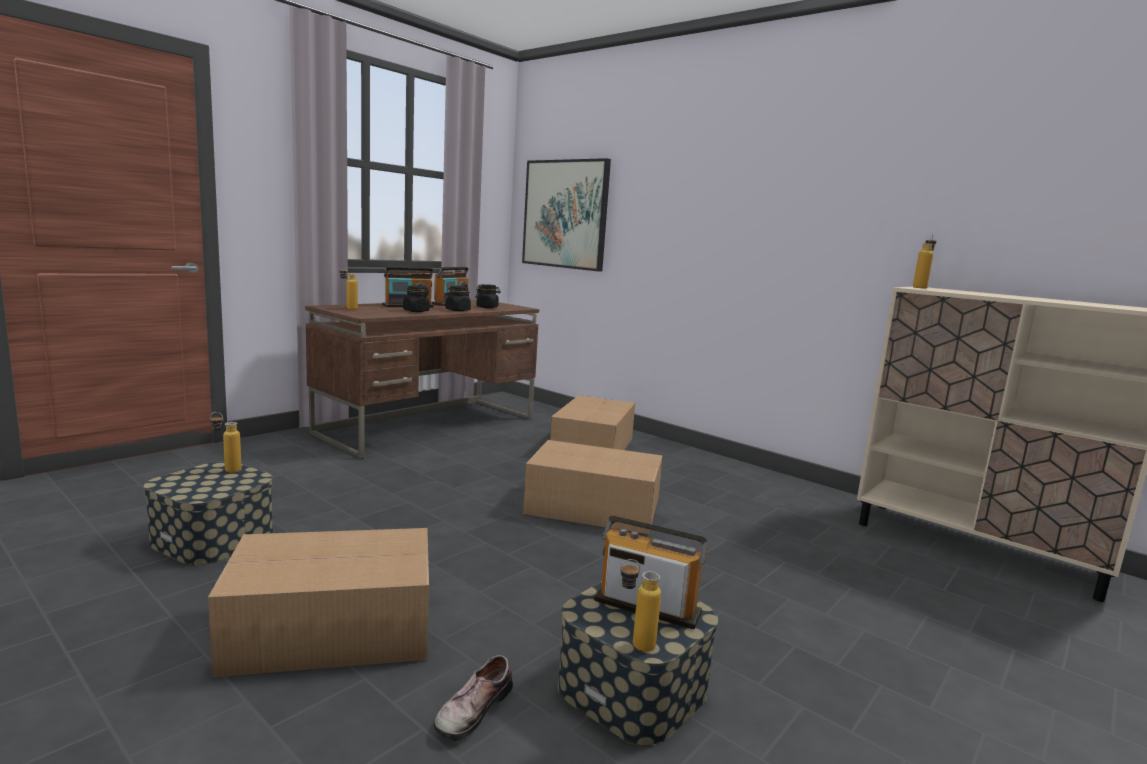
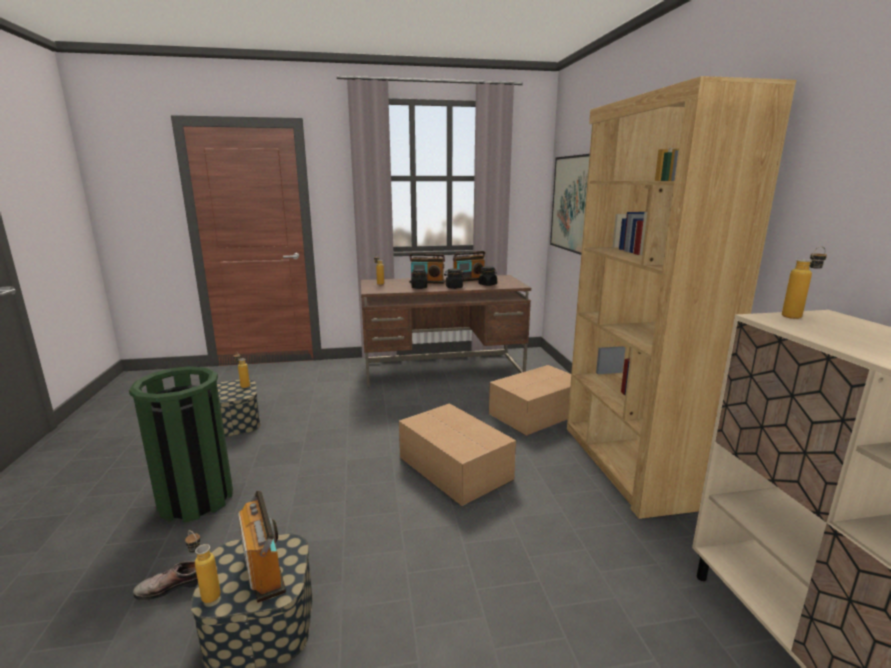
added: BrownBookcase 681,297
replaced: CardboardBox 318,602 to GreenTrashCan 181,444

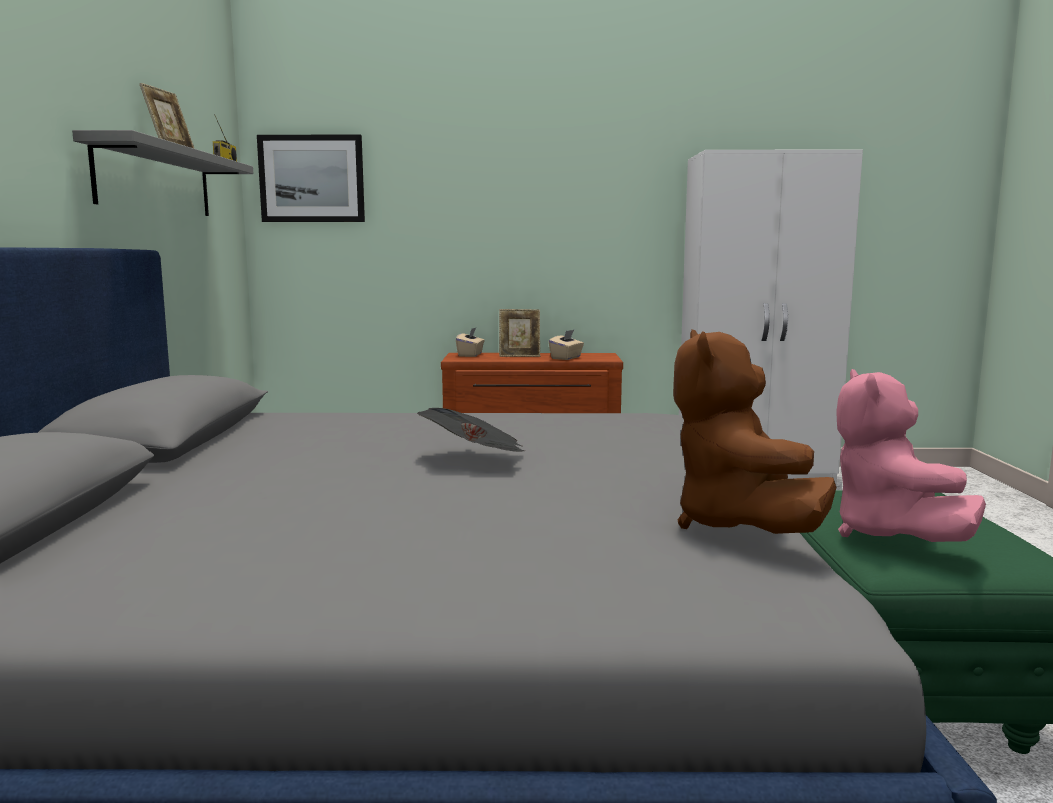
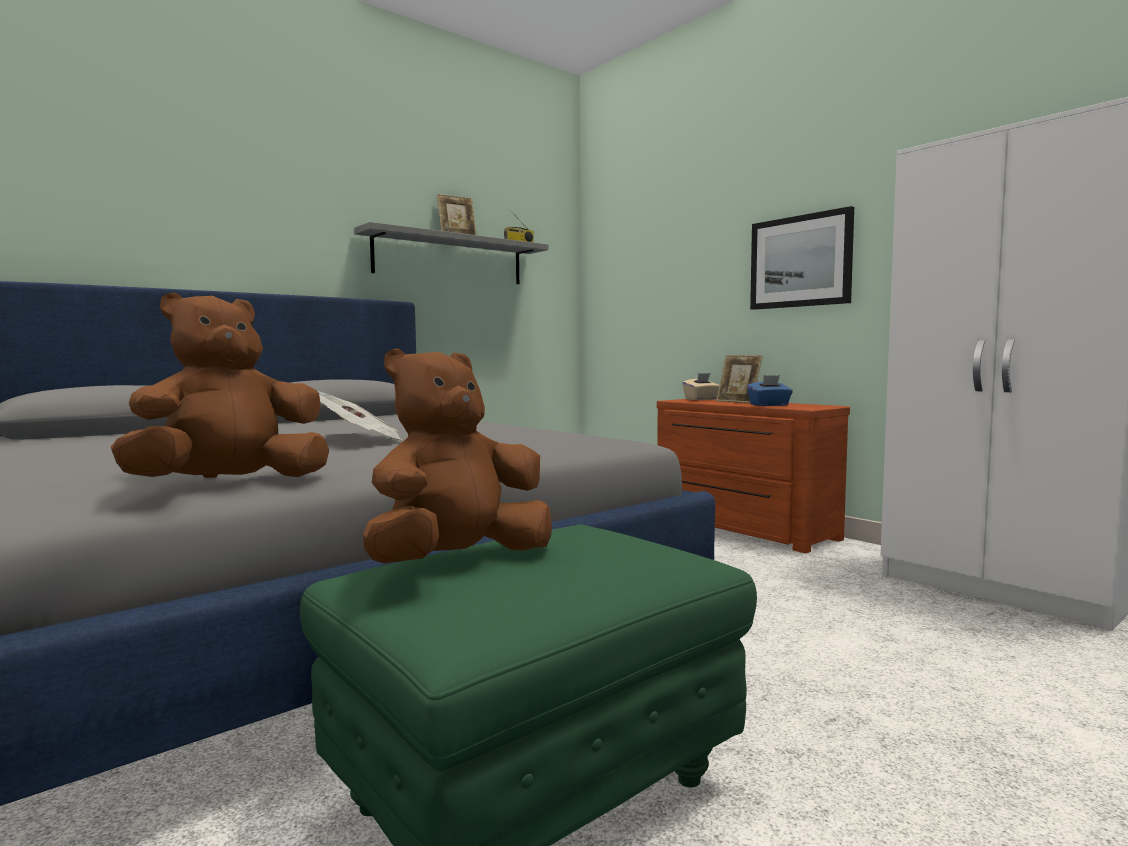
moved: Picture 311,178 to 802,258
recoloured: BeigeTissueBox 566,345 to BlueTissueBox 770,390; PinkPlushToy 911,455 to BrownPlushToy 457,455

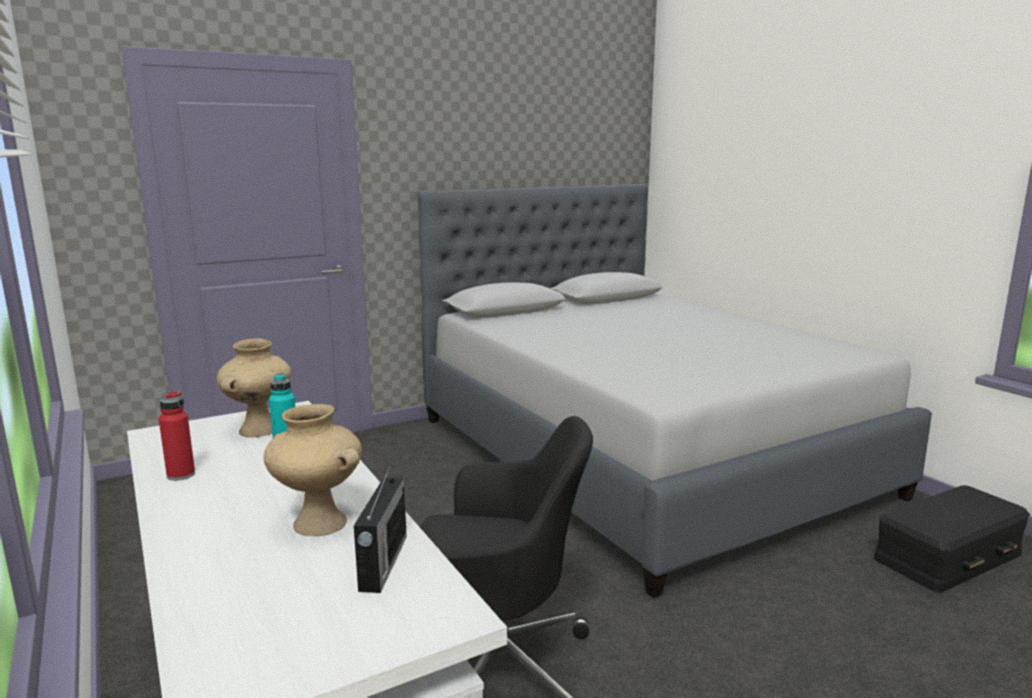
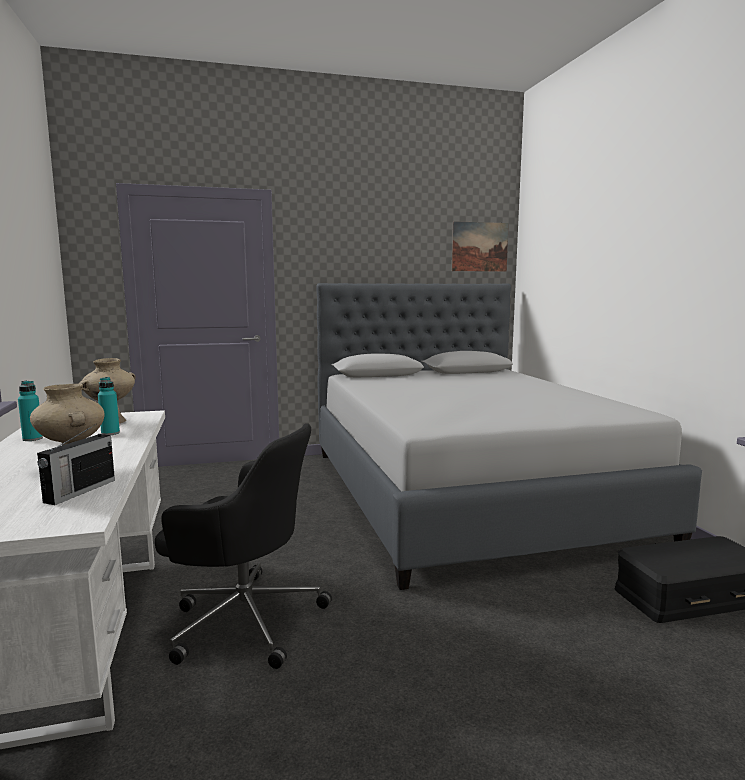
added: Picture 480,246
recoloured: RedBottle 177,436 to TurquoiseBottle 30,410

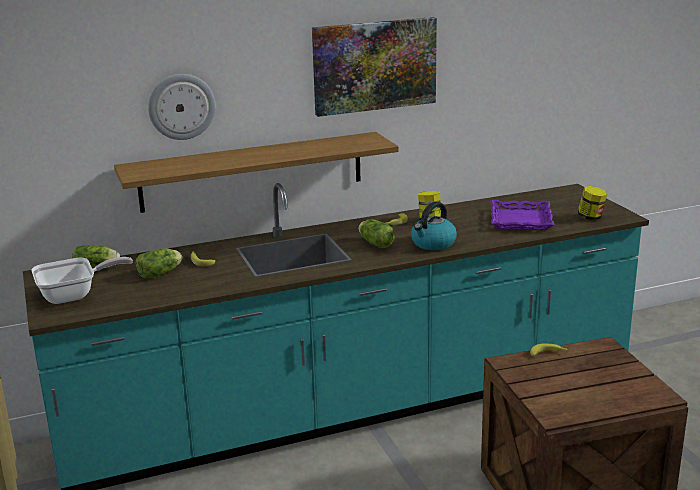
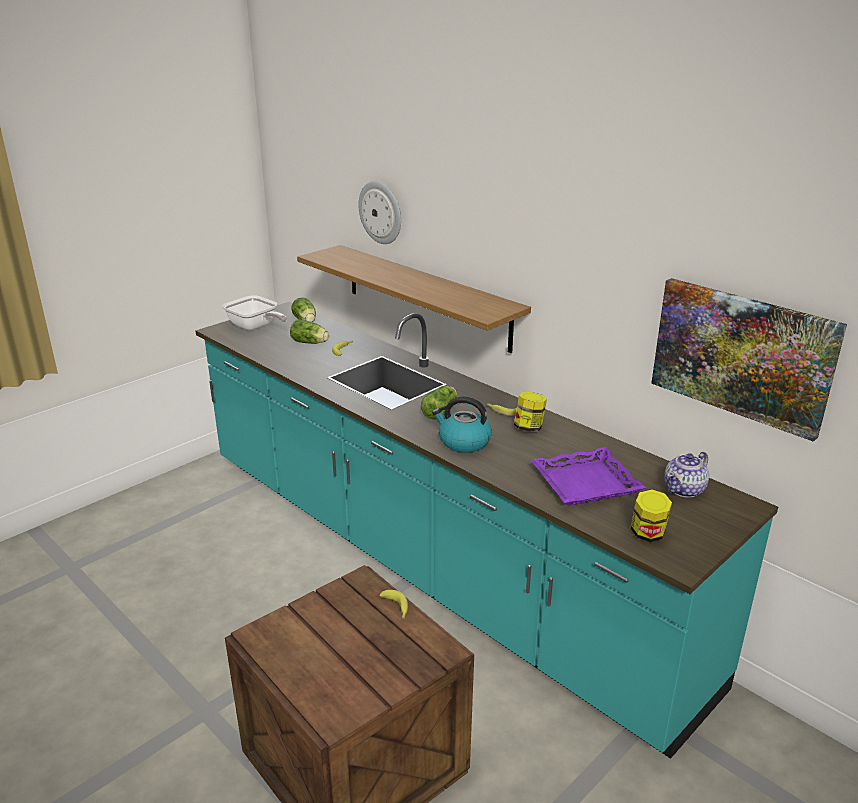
added: Teapot 686,475
moved: Picture 374,67 to 749,360

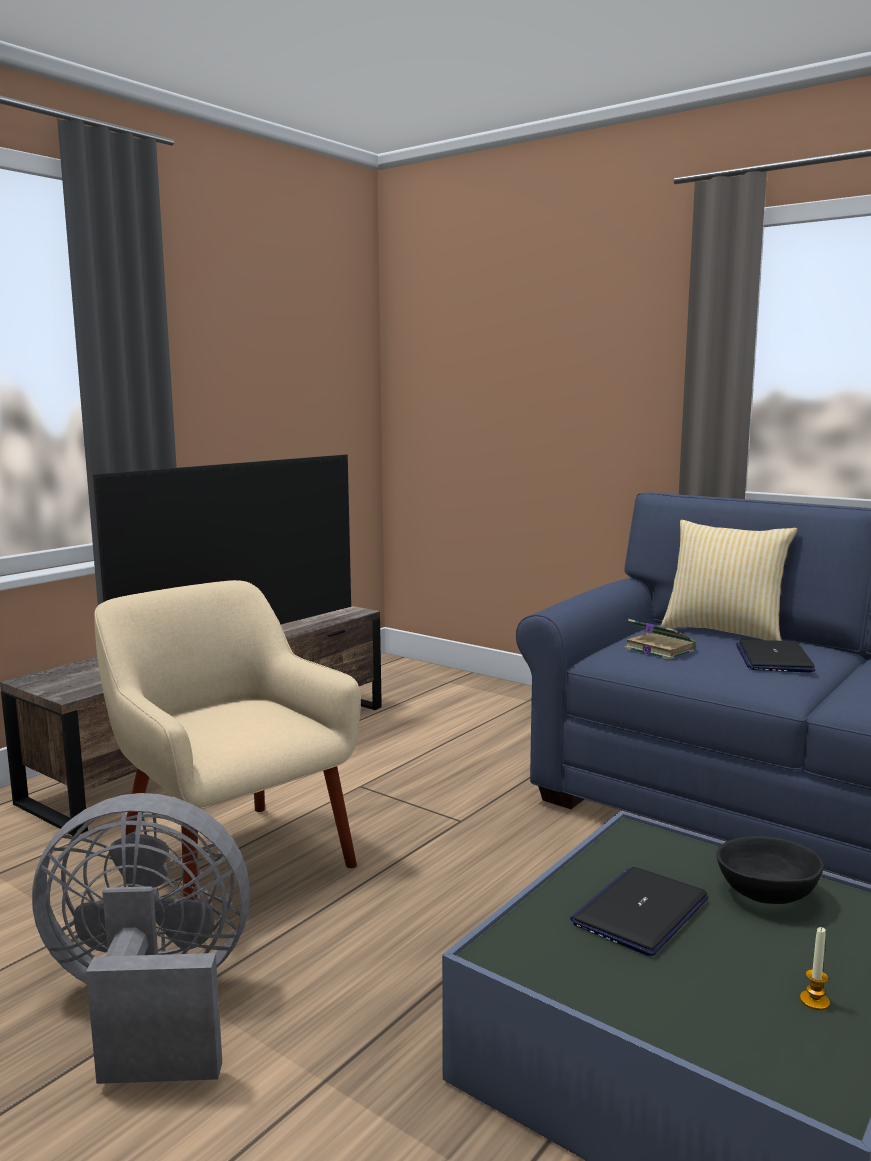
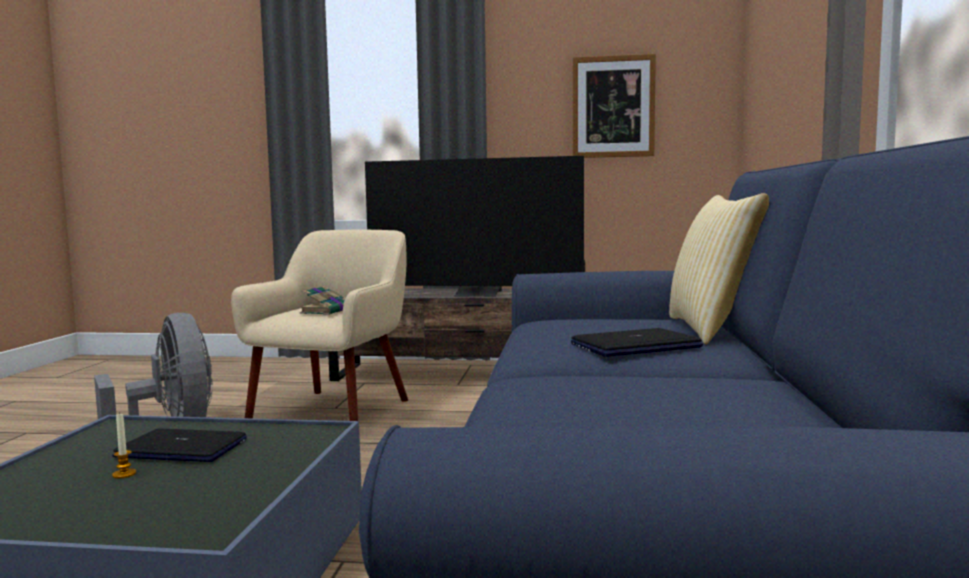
removed: BlackBowl 770,870
added: Picture 614,106
moved: Book 660,639 to 322,300; Candle 815,968 to 124,445

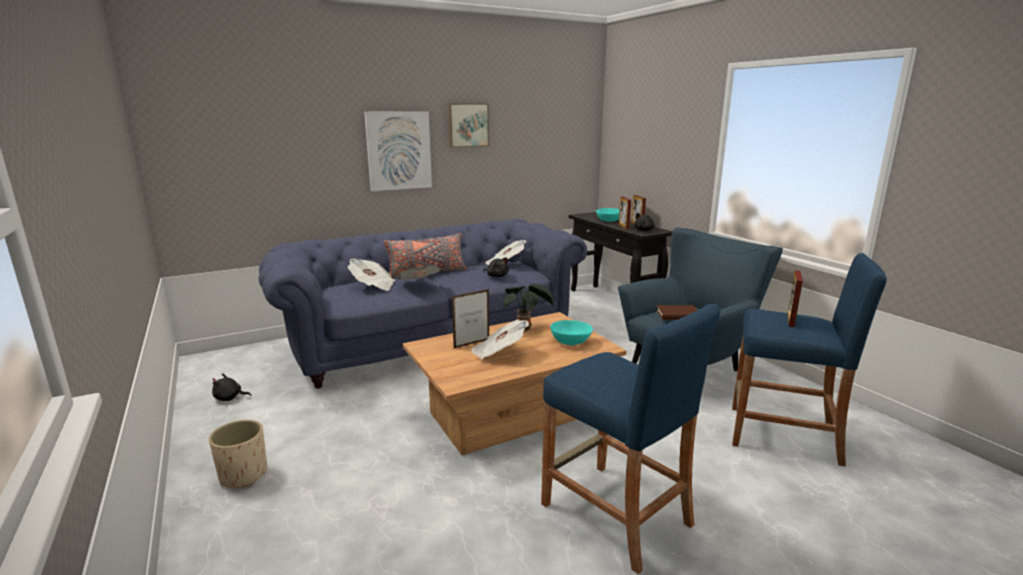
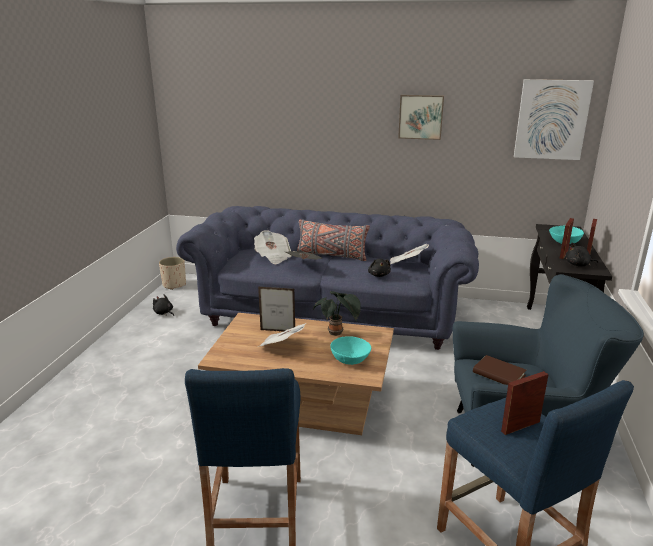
moved: Picture 398,151 to 554,119; BeigePlanter 238,454 to 172,273

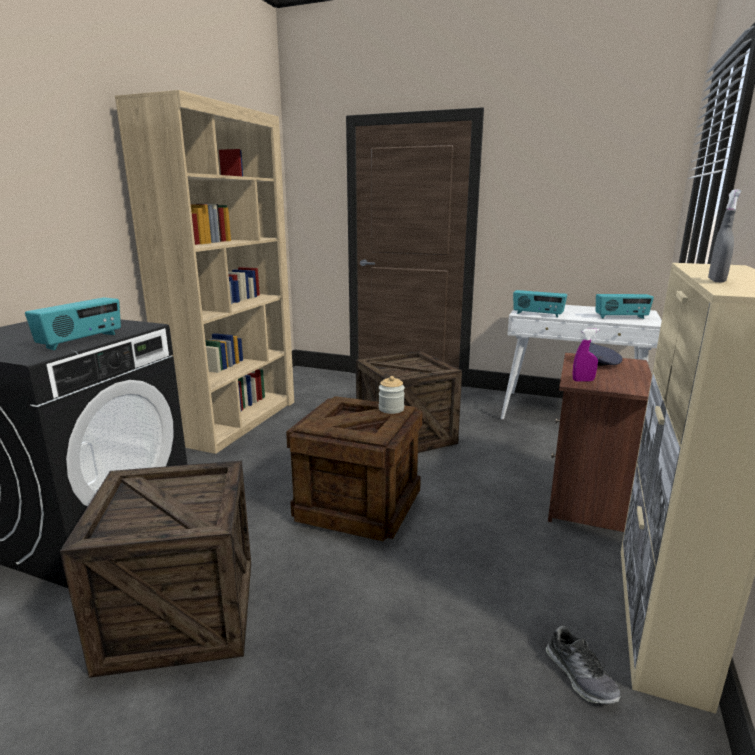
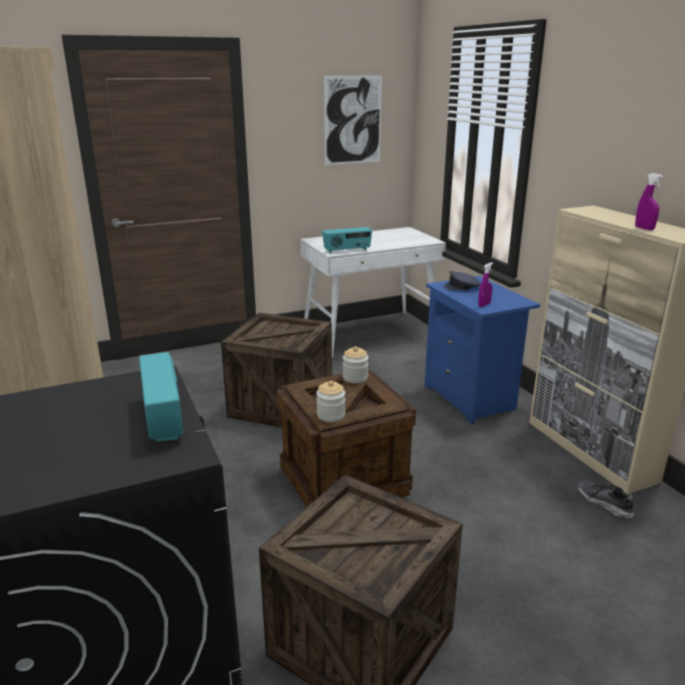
removed: Radio 625,306
added: Picture 353,120; Jar 330,401
recoloured: GreySprayBottle 724,236 to PurpleSprayBottle 649,201; BrownNightstand 600,442 to BlueNightstand 482,350
turned: Shoe 583,665 = 606,499 150 degrees counterclockwise

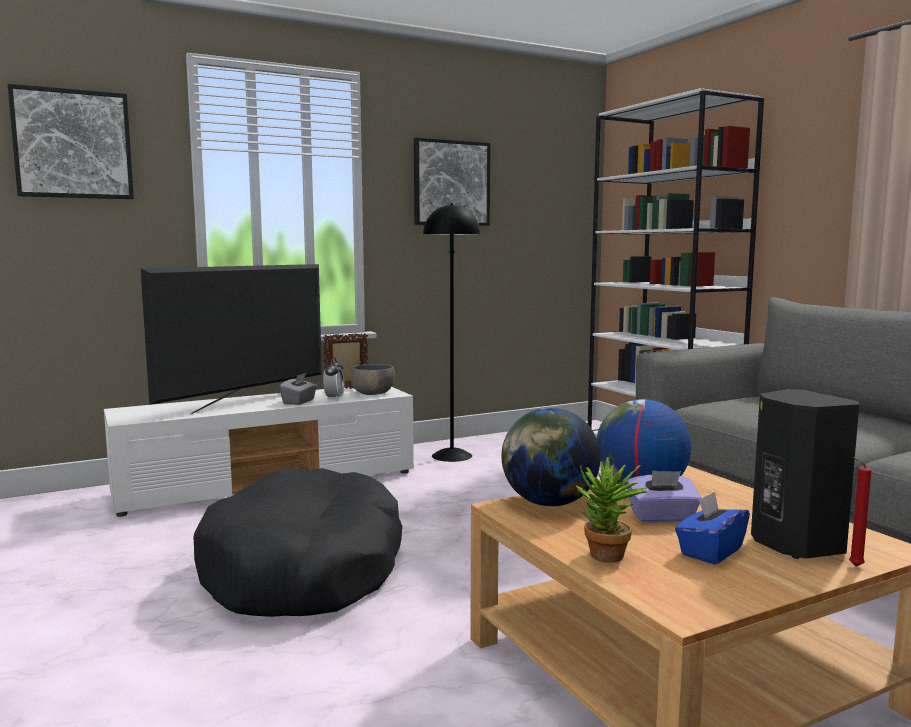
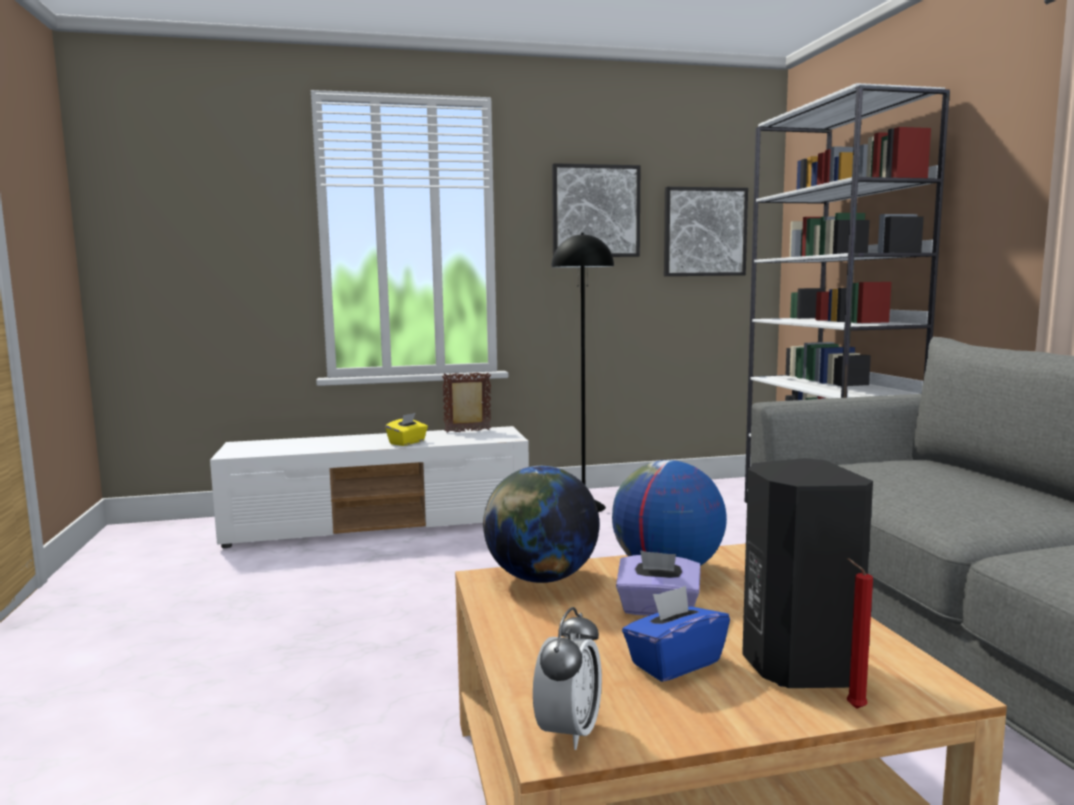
removed: Television 231,339; GreyBowl 372,379; PottedPlant 611,510; BlackDogBed 297,542
moved: Picture 71,141 to 706,231; AlarmClock 334,378 to 567,678
recoloured: GreyTissueBox 298,389 to YellowTissueBox 406,429

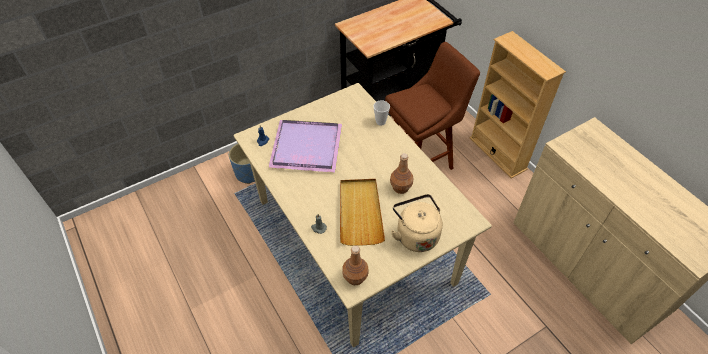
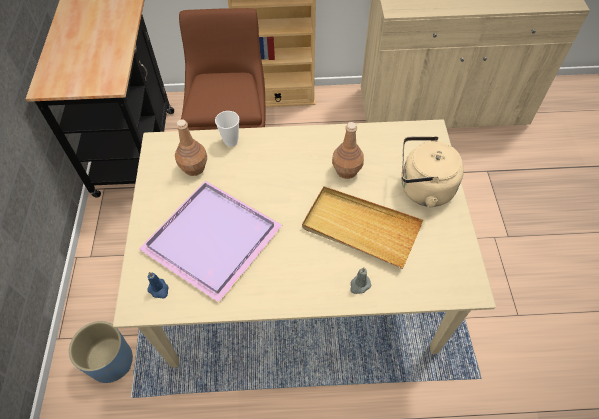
moved: BrownBottle 355,265 to 191,147

